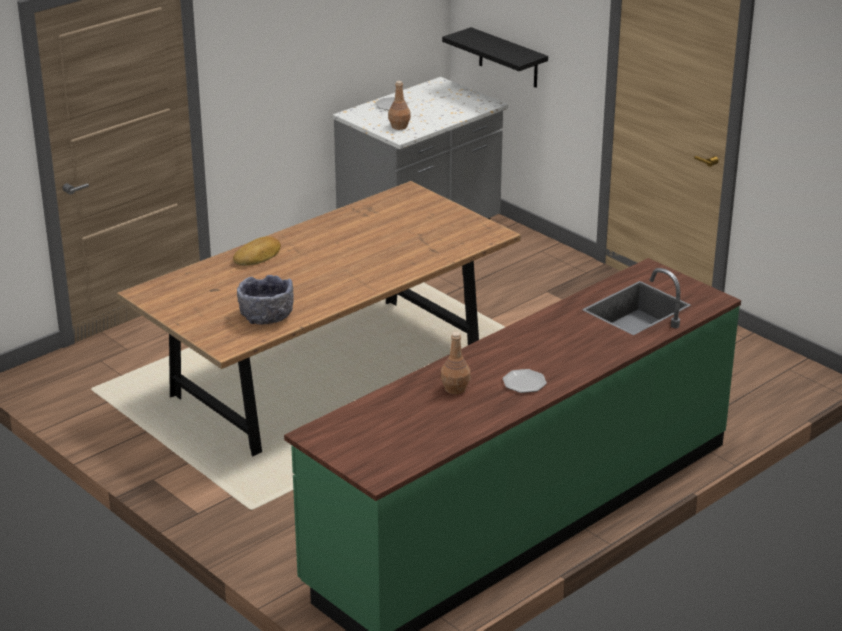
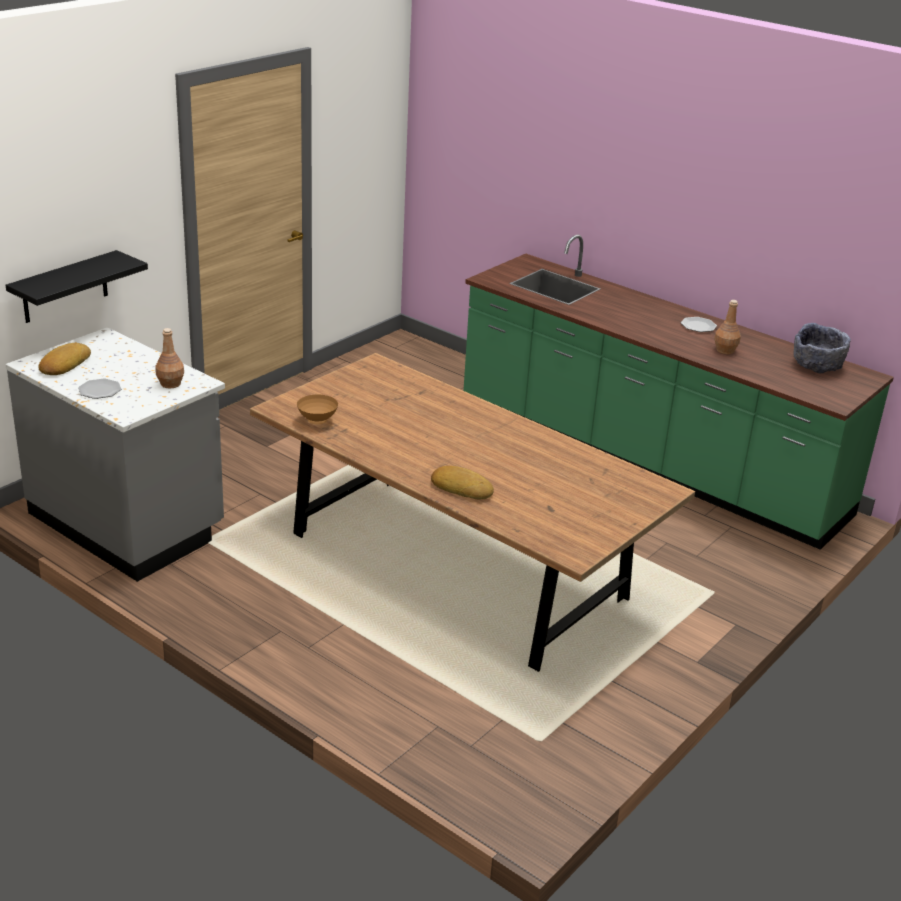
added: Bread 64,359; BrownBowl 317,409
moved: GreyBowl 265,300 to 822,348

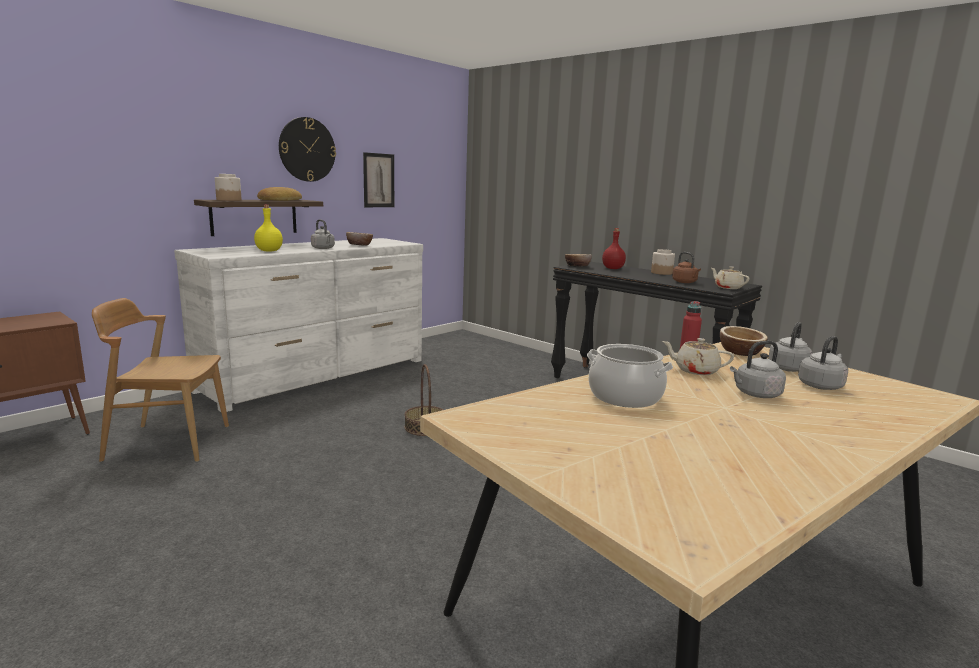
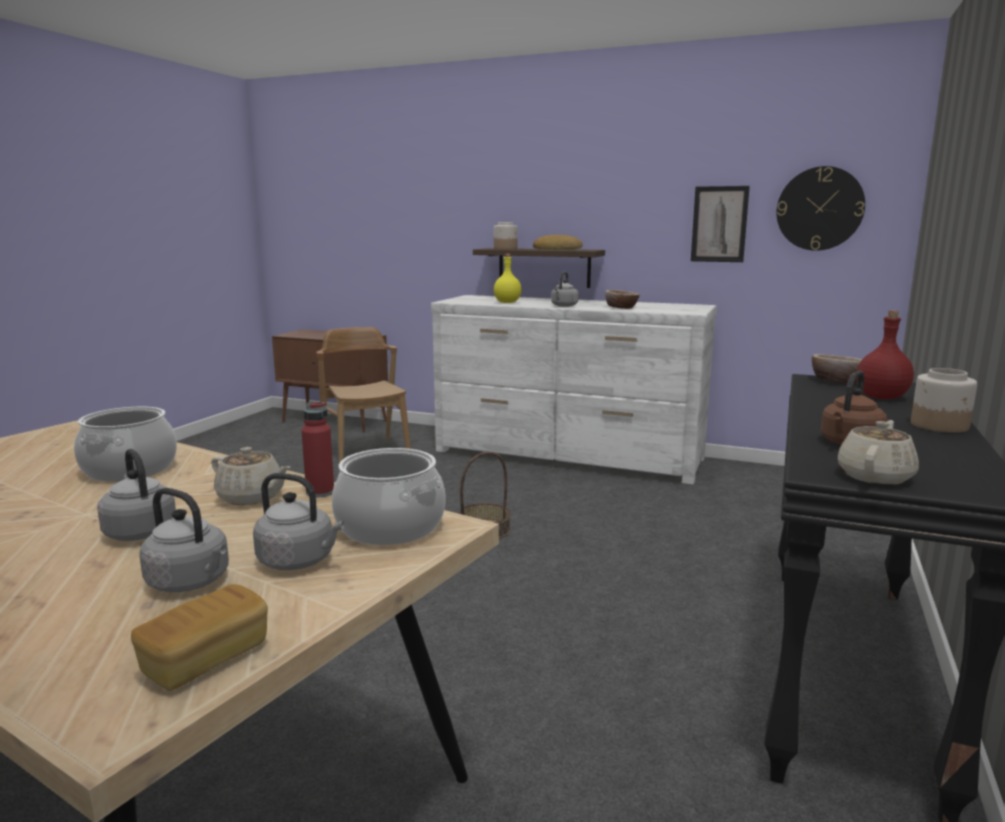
added: Bread 199,637
moved: WallClock 307,149 to 820,208
replaced: Bowl 744,341 to CookingPot 389,496
turned: BeigeTeapot 698,356 = 250,476 120 degrees clockwise

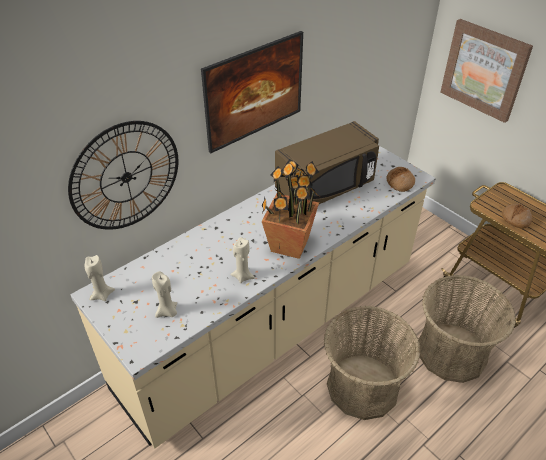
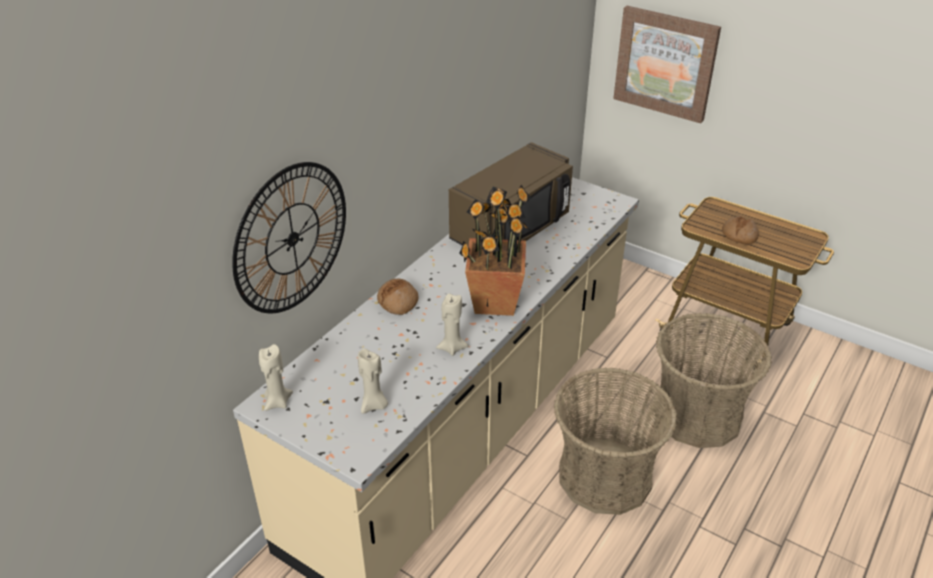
removed: Picture 252,92
moved: Bread 400,179 to 398,297

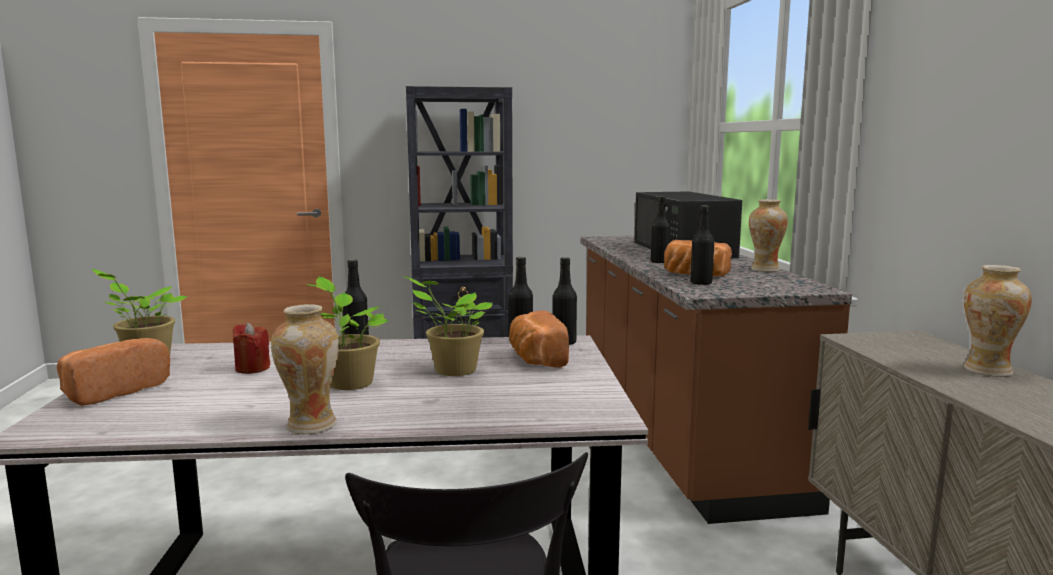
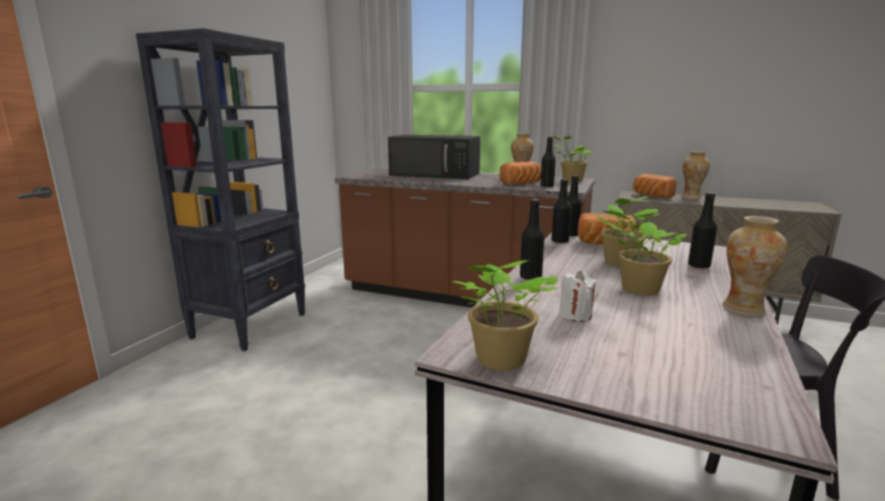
added: PottedPlant 572,159
moved: BlackBottle 660,230 to 702,230; Bread 113,372 to 655,186
recoloured: RedCandle 251,348 to WhiteCandle 577,296

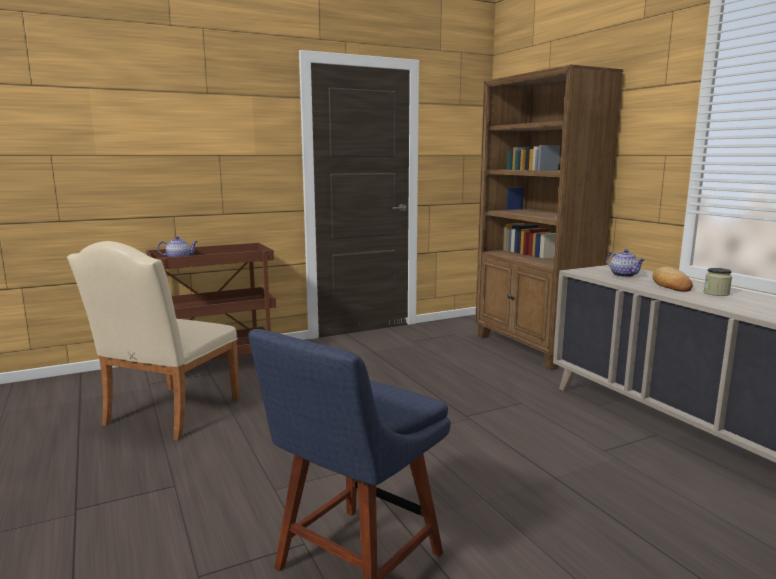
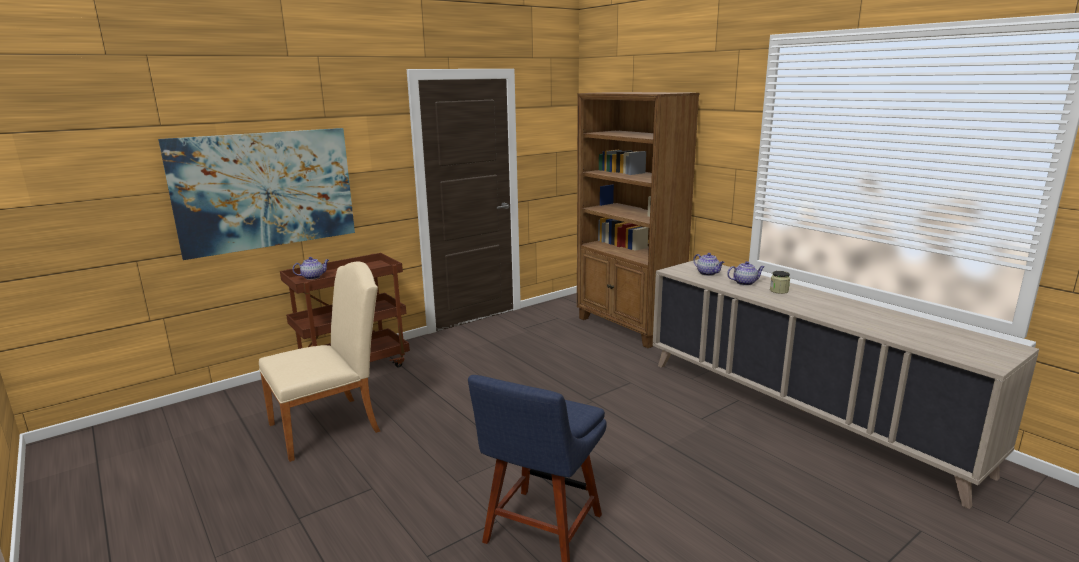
added: Picture 256,194
replaced: Bread 673,279 to Teapot 746,273
turned: BeigeChair 153,341 = 319,361 135 degrees counterclockwise

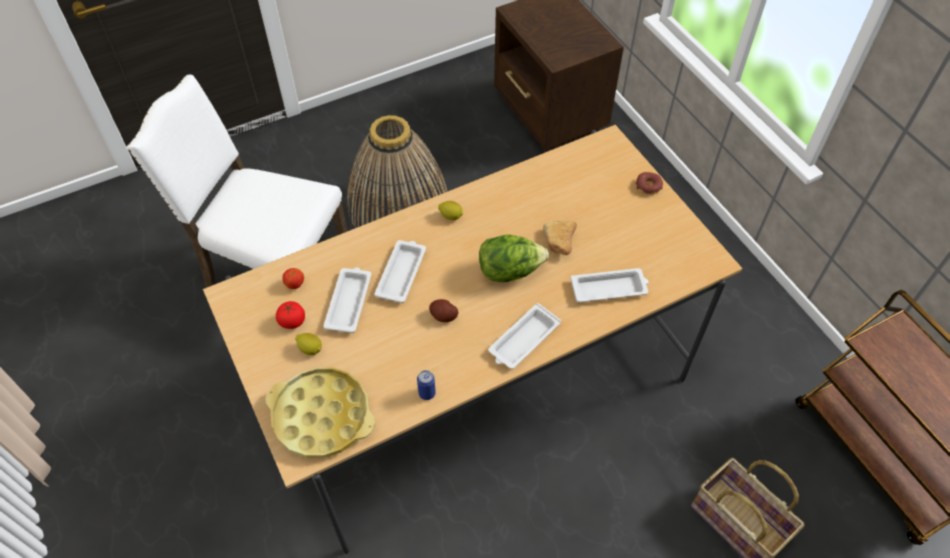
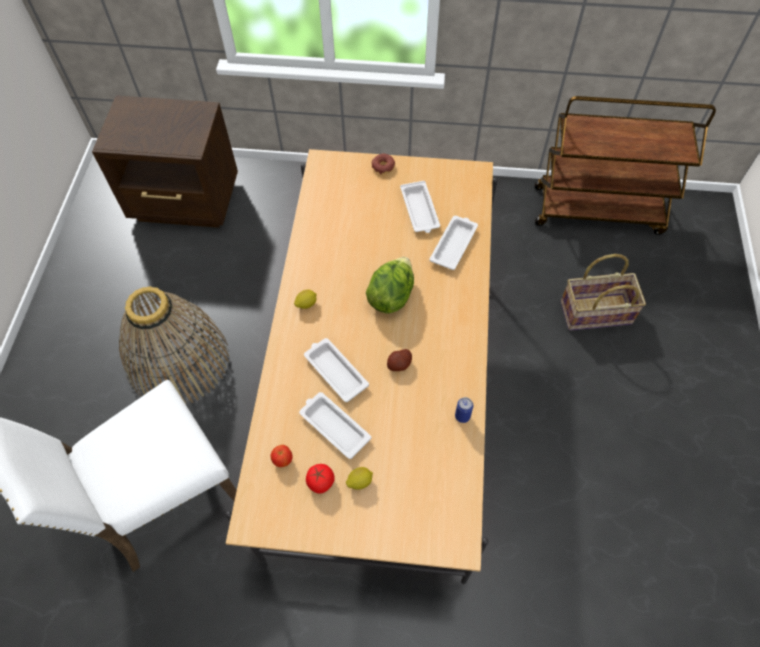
removed: Bread 560,238; YellowTray 320,412
moved: WhiteTray 524,336 to 420,207

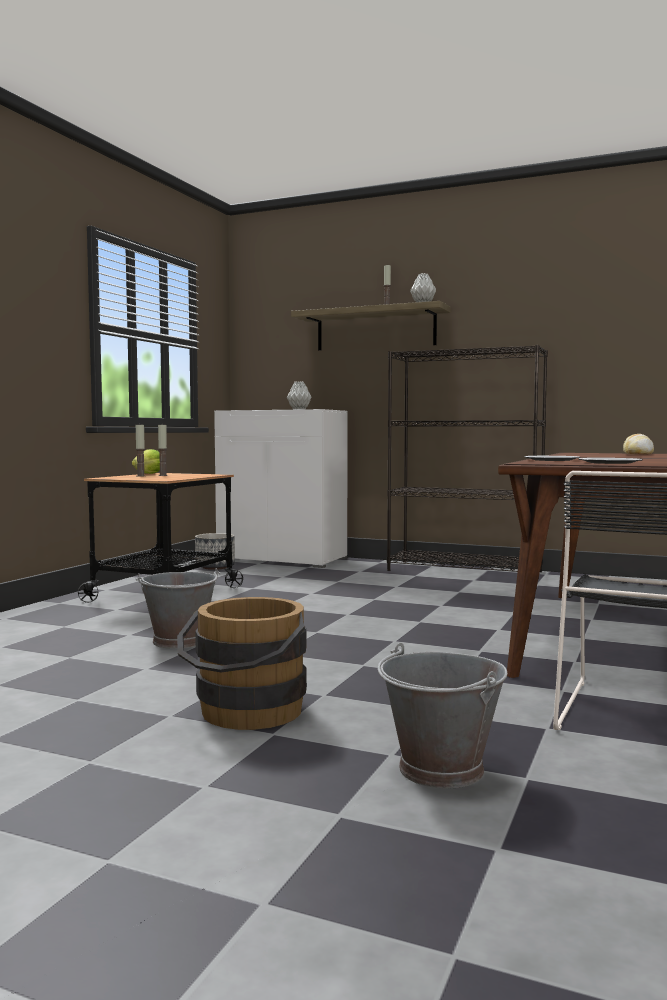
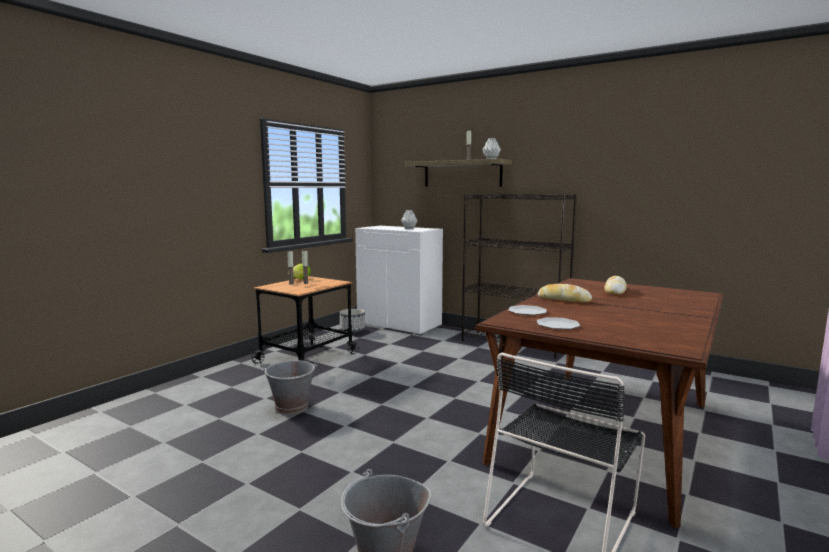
removed: BrownBucket 242,663
added: Bread 565,293

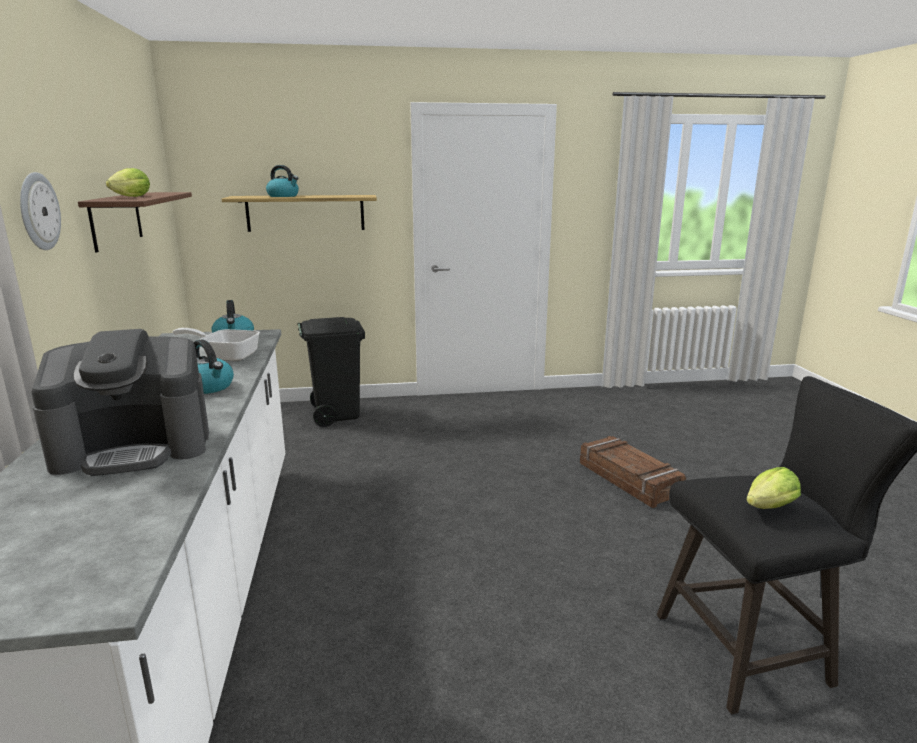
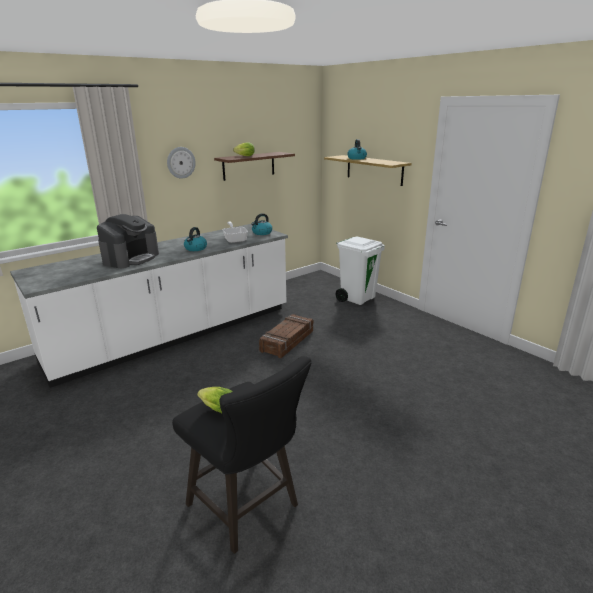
moved: Crate 633,472 to 286,336
recoloured: BlackTrashCan 331,372 to WhiteTrashCan 360,270
turned: CoffeeMachine 120,402 = 128,241 105 degrees counterclockwise

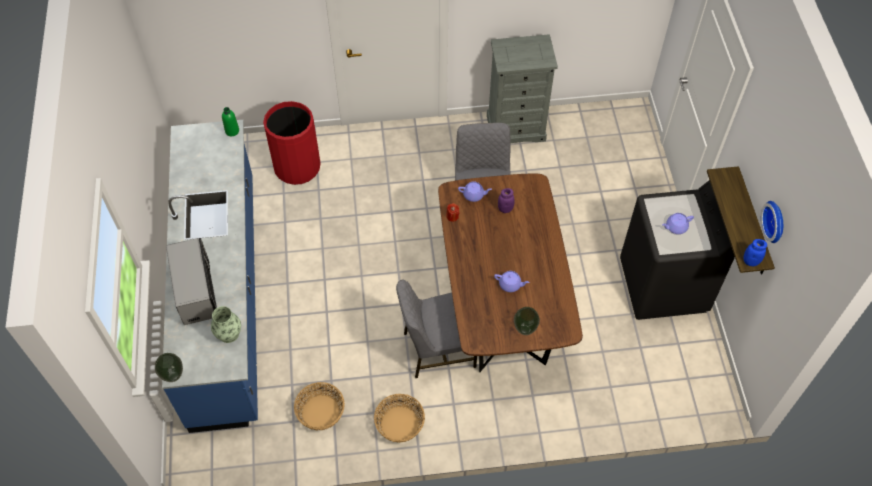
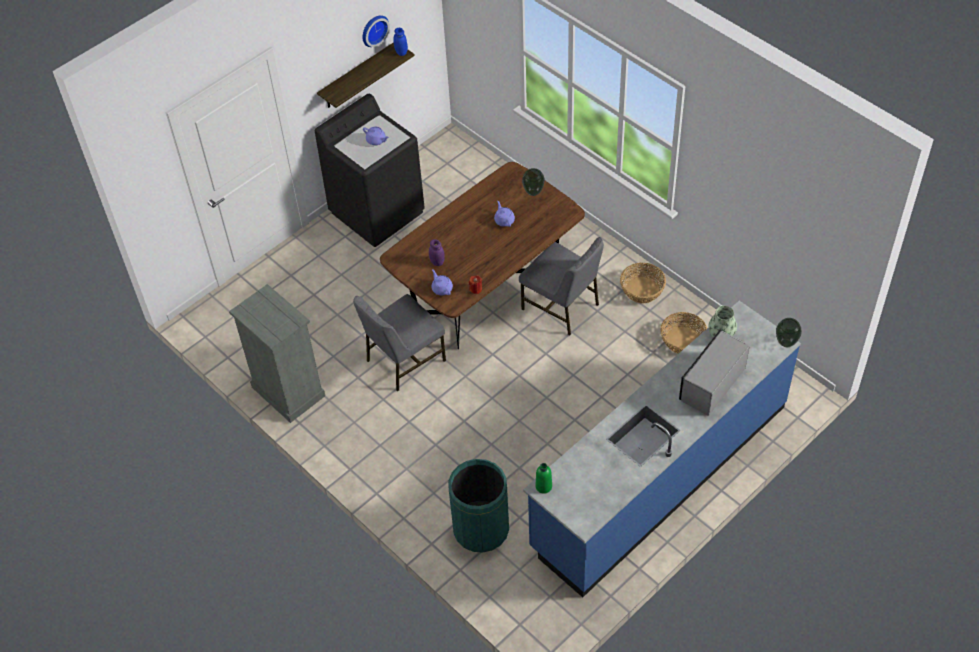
recoloured: RedTrashCan 292,143 to GreenTrashCan 478,506

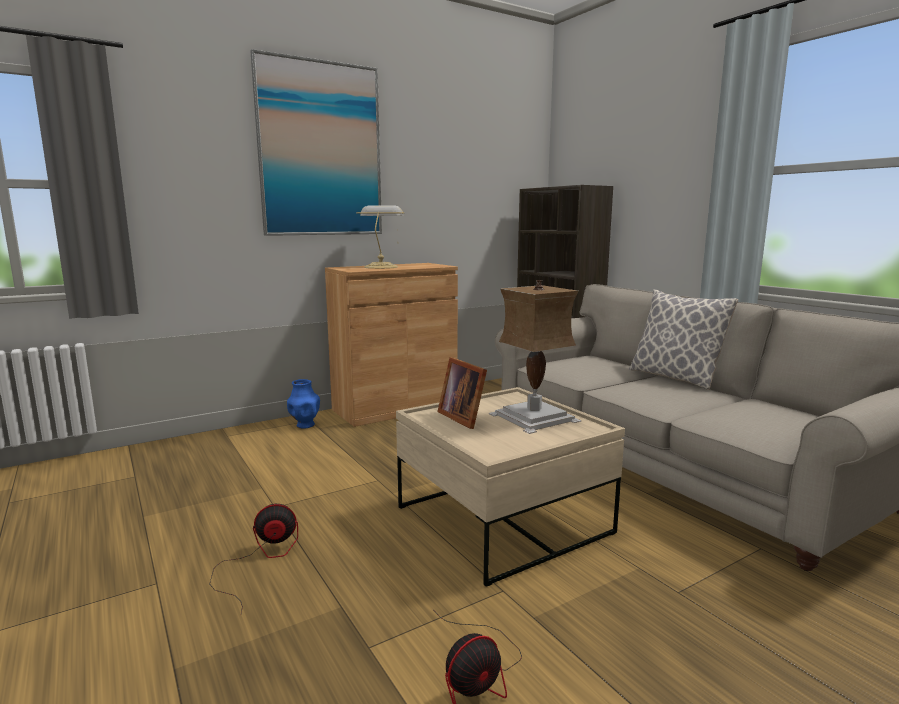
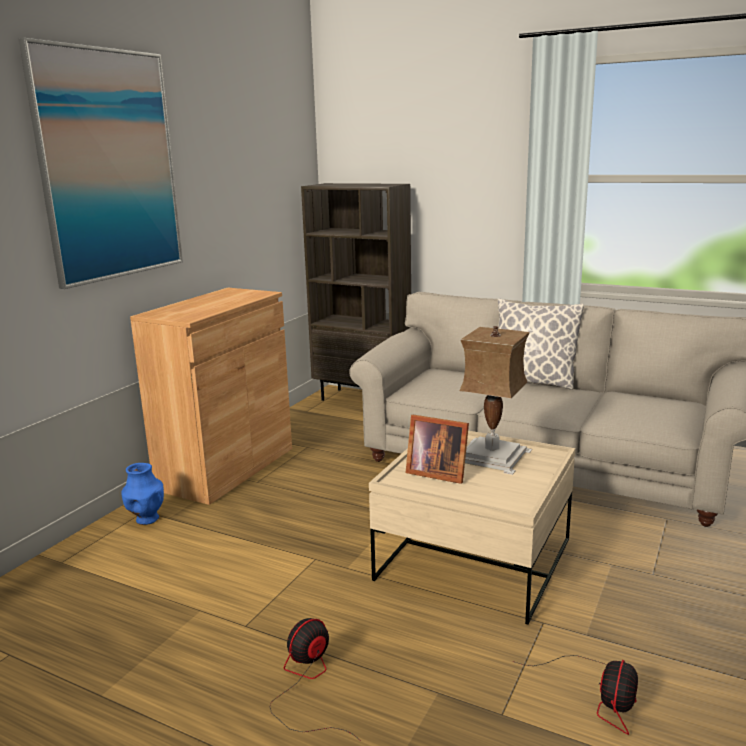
removed: TableLamp 380,237

